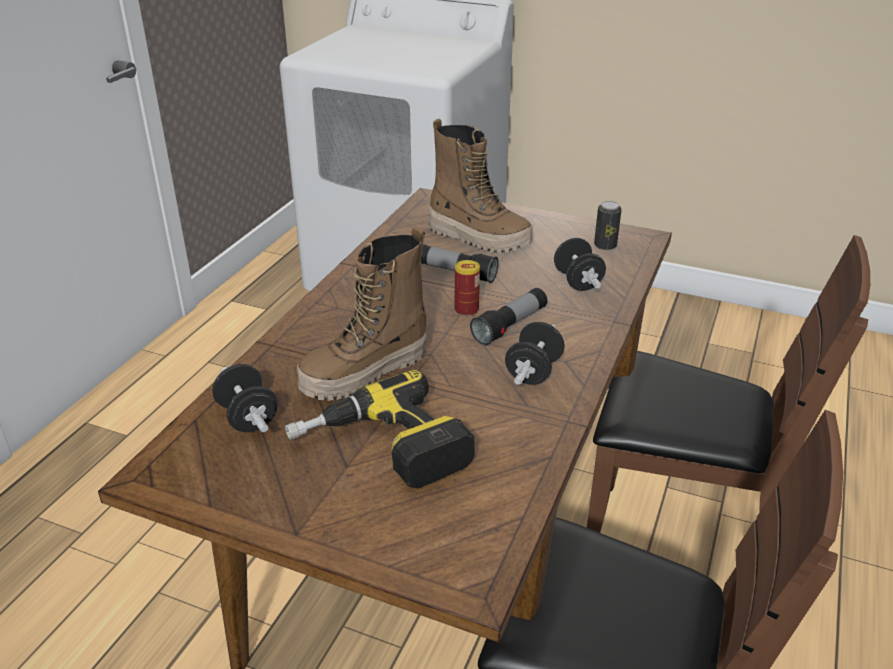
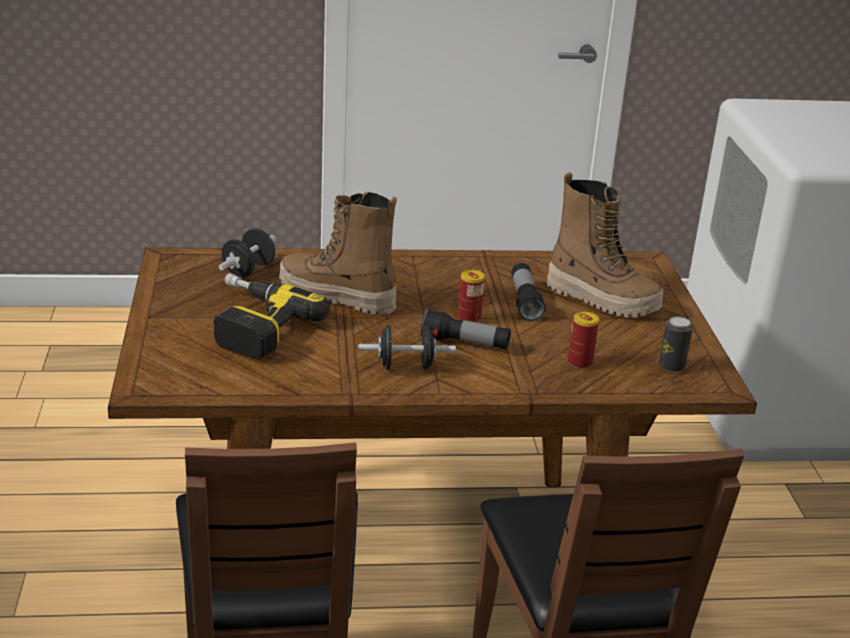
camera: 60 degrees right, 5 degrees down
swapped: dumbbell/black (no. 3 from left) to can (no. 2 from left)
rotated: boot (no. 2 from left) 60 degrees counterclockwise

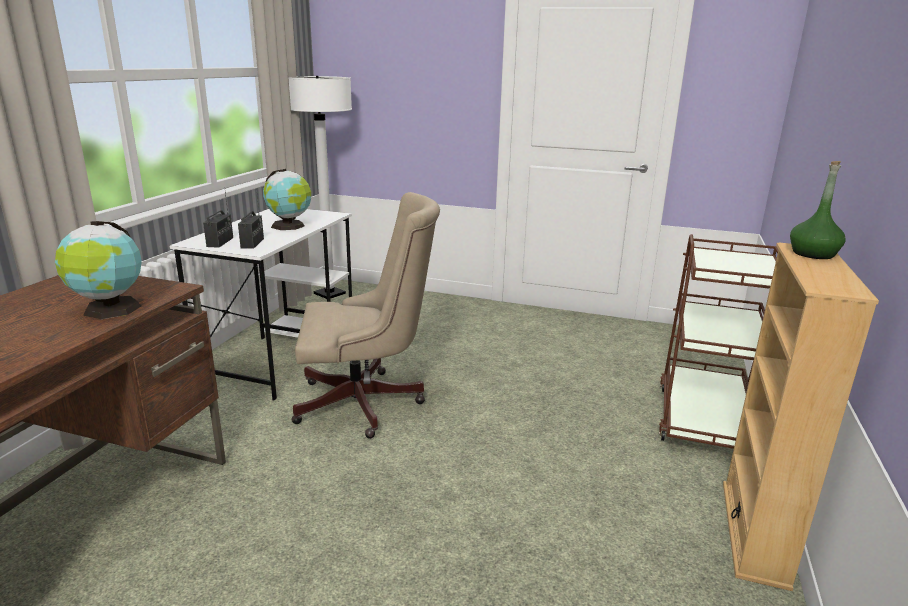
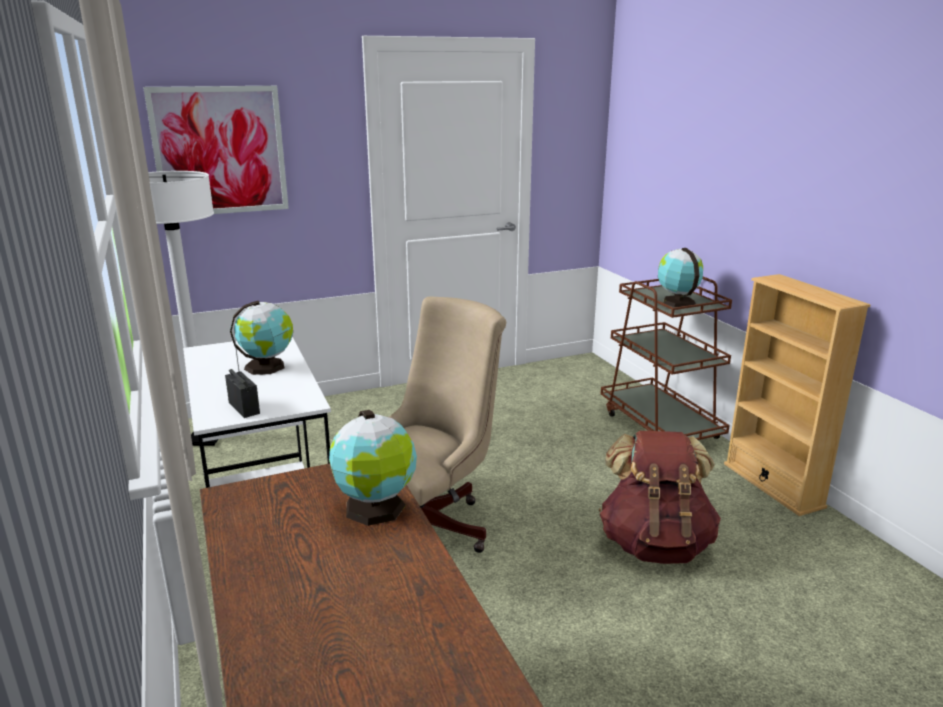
camera: 40 degrees left, 0 degrees up
gone: radio (no. 2 from left); bottle/green
new: picture; backpack/brown; globe (no. 3 from left)

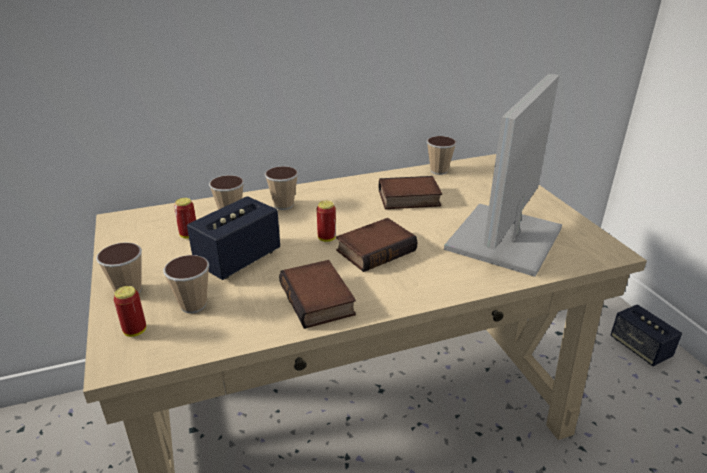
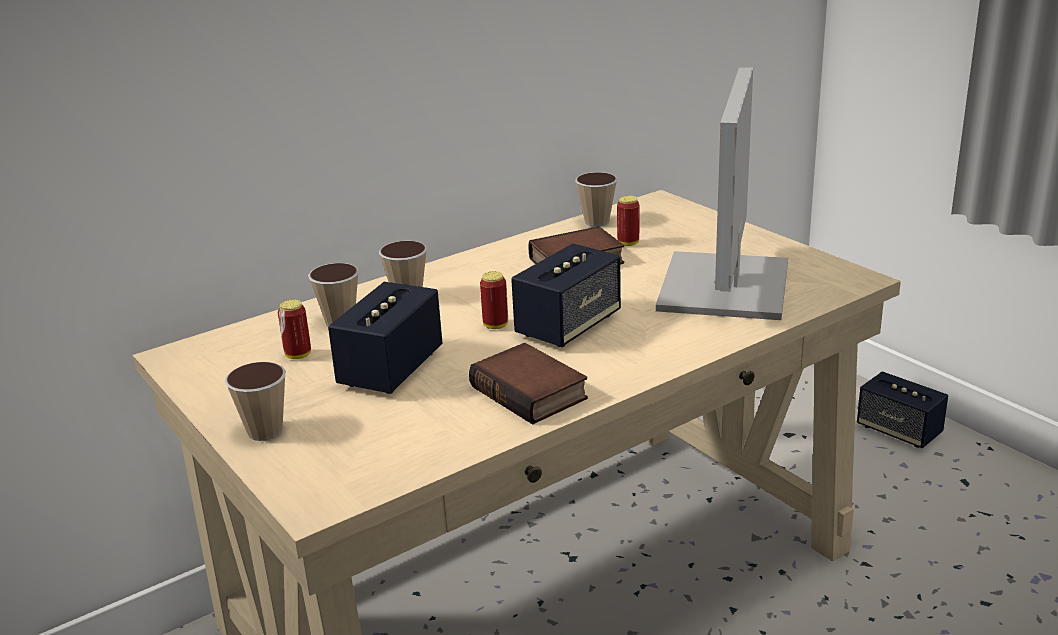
camera: 15 degrees left, 5 degrees down
gone: cup (no. 2 from left)
shifted: can (no. 1 from left in the first image) to can (no. 3 from left)
swapped: book (no. 2 from left) to speaker (no. 2 from left)

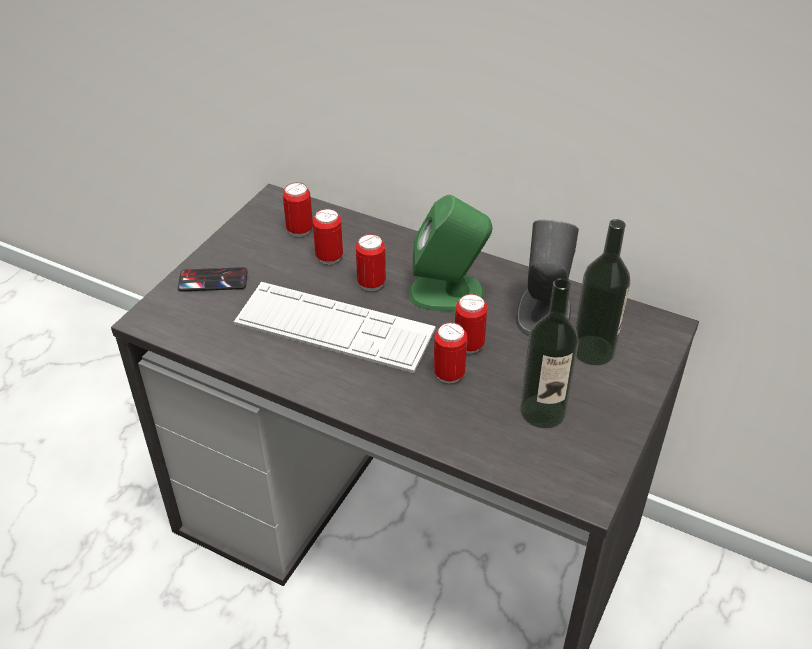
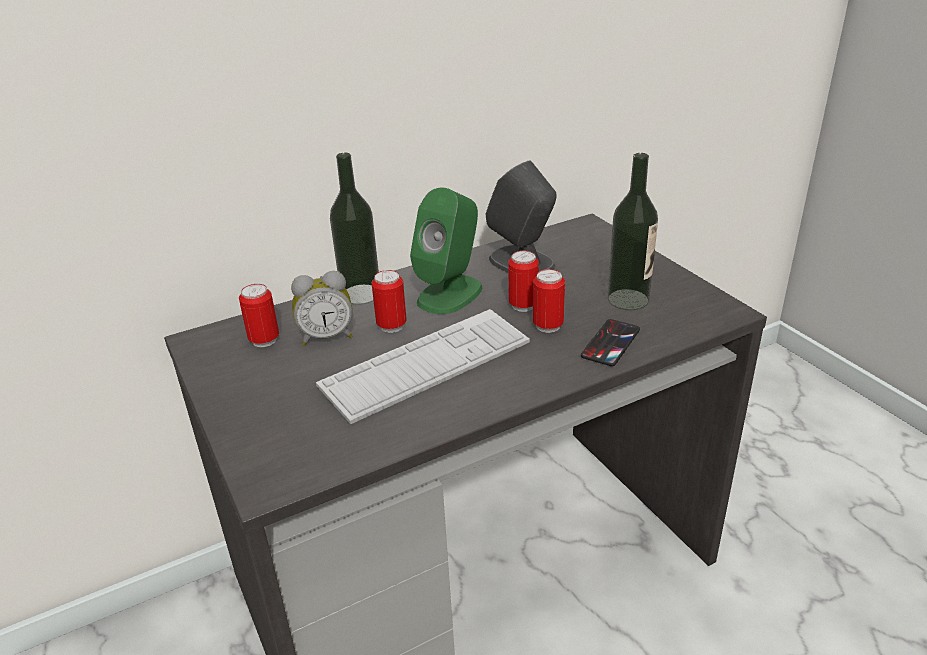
camera: 55 degrees left, 10 degrees down
shifted: bottle (no. 2 from left in the first image) to bottle (no. 1 from left); phone
swapped: can (no. 2 from left) to alarm clock

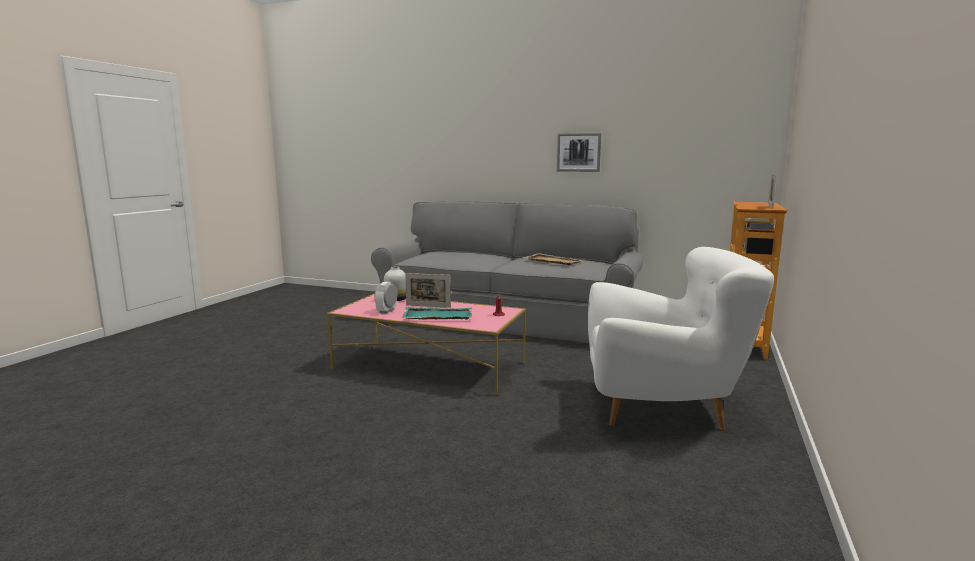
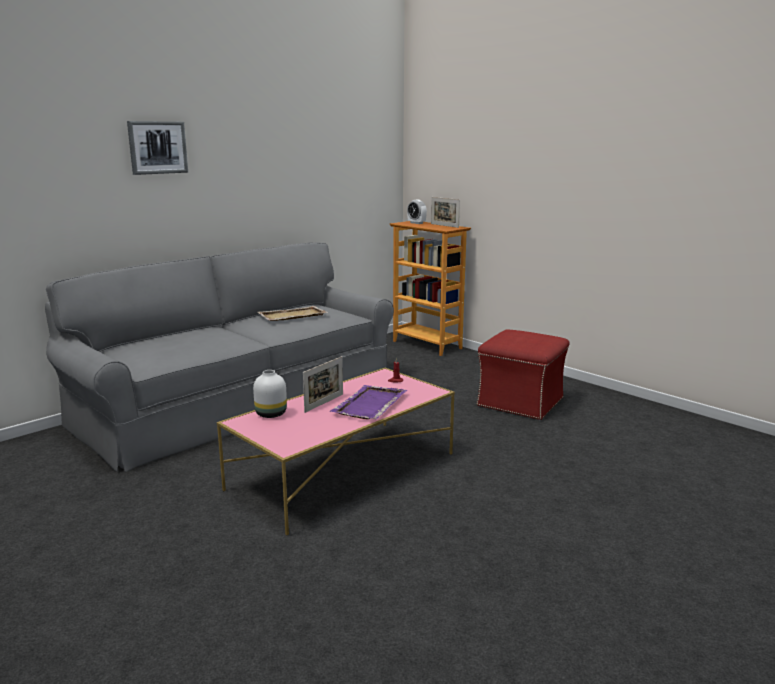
camera: 65 degrees left, 5 degrees up
shifted: picture; alarm clock
swapped: armchair/white to ottoman/red
repainted: tray/turquoise to tray/purple

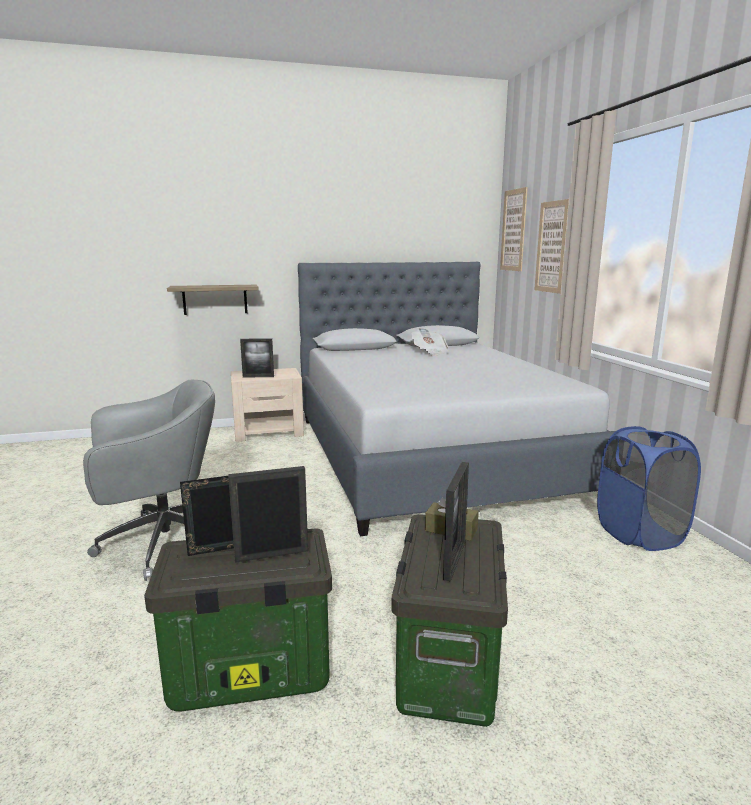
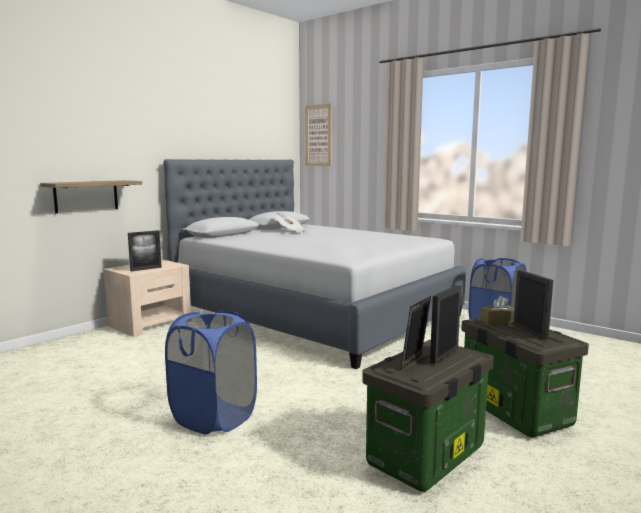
camera: 35 degrees left, 5 degrees down
gone: picture (no. 2 from left)
swapped: office chair/grey to laundry basket/blue (no. 1 from left)

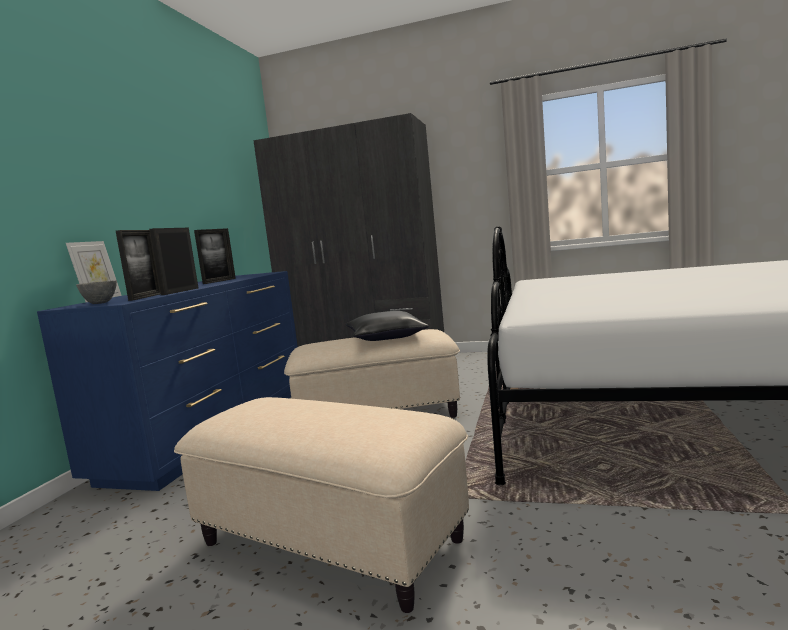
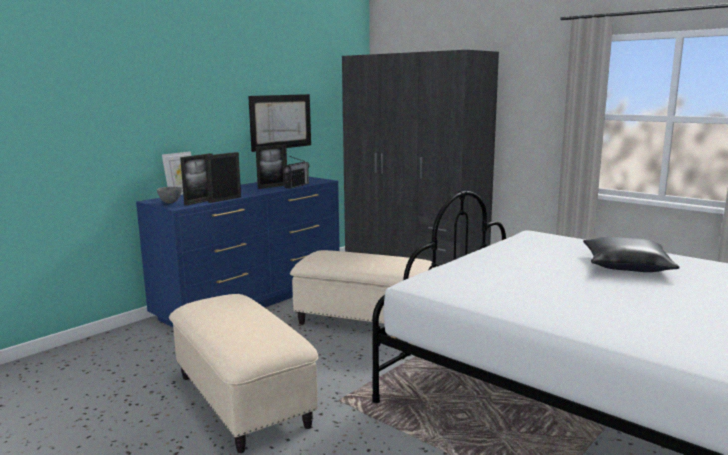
camera: 25 degrees right, 5 degrees up
new: picture; radio
shifted: pillow/black

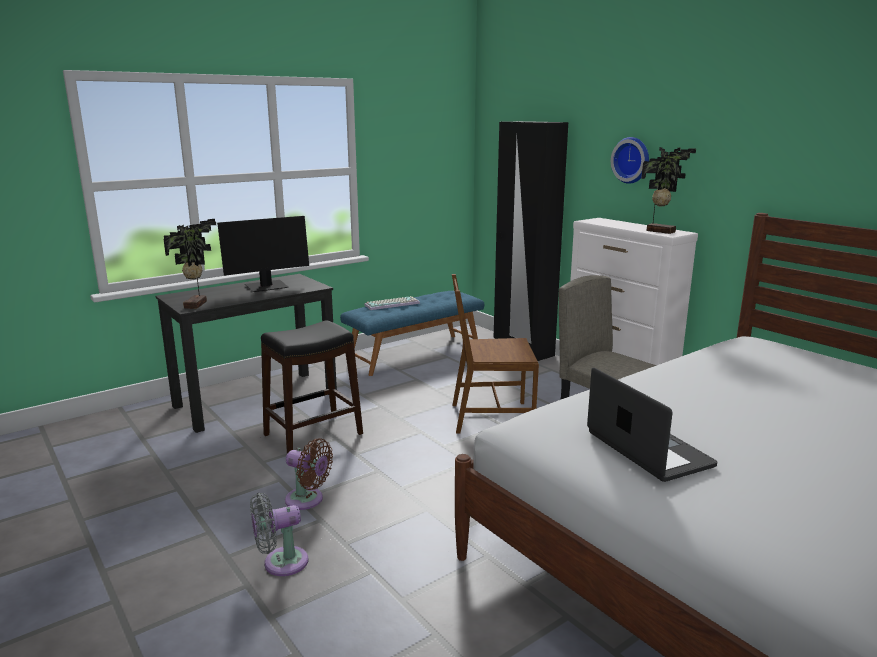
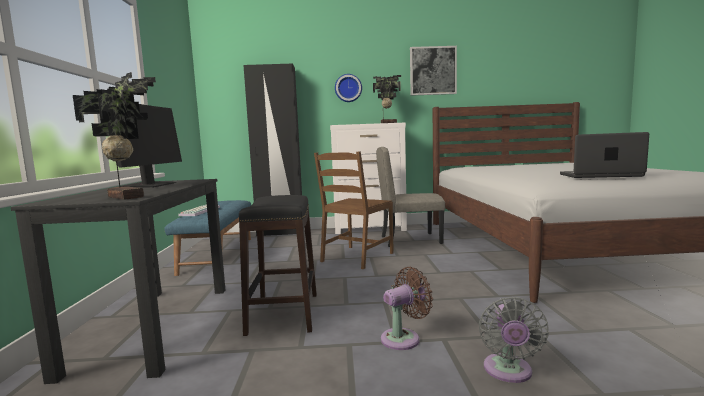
camera: 55 degrees left, 10 degrees down
new: picture

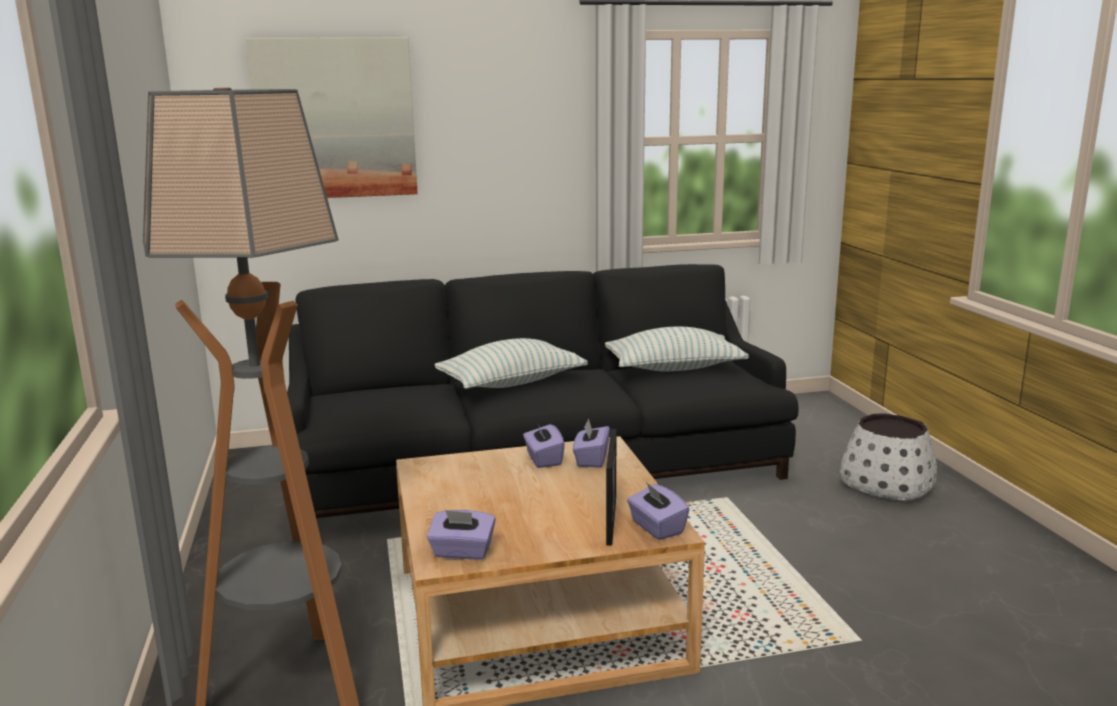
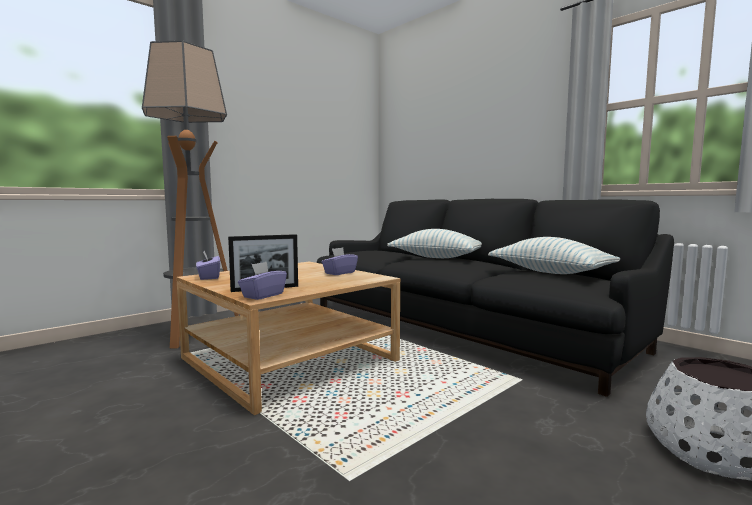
camera: 60 degrees right, 10 degrees down
gone: picture; tissue box/purple (no. 3 from left)

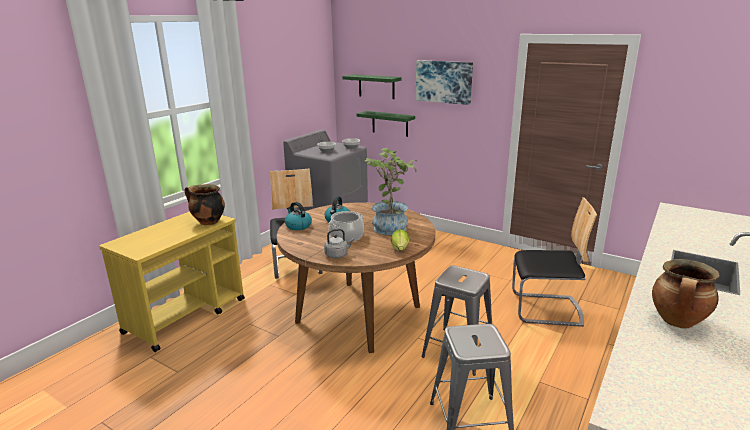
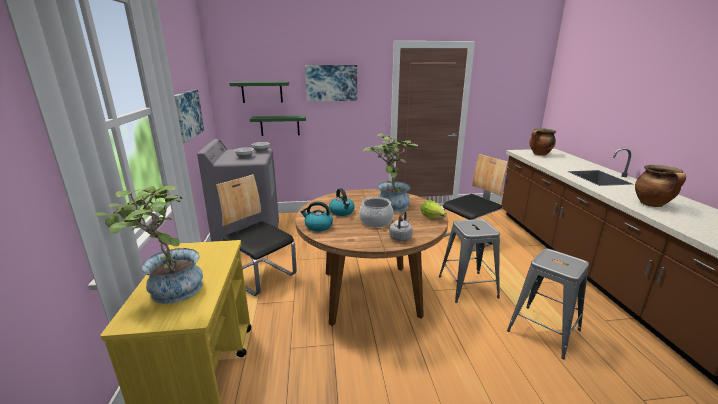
camera: 40 degrees left, 0 degrees up
new: potted plant (no. 1 from left); picture (no. 1 from left)
shifted: cooking pot (no. 1 from left in the first image) to cooking pot (no. 2 from left)

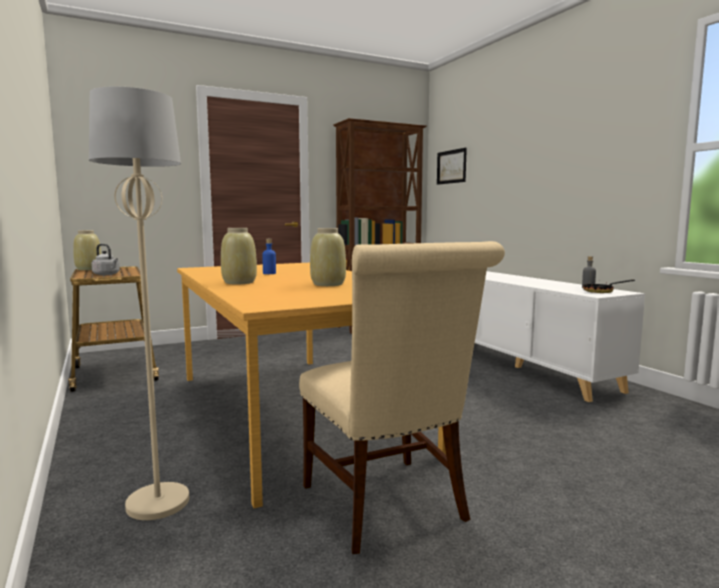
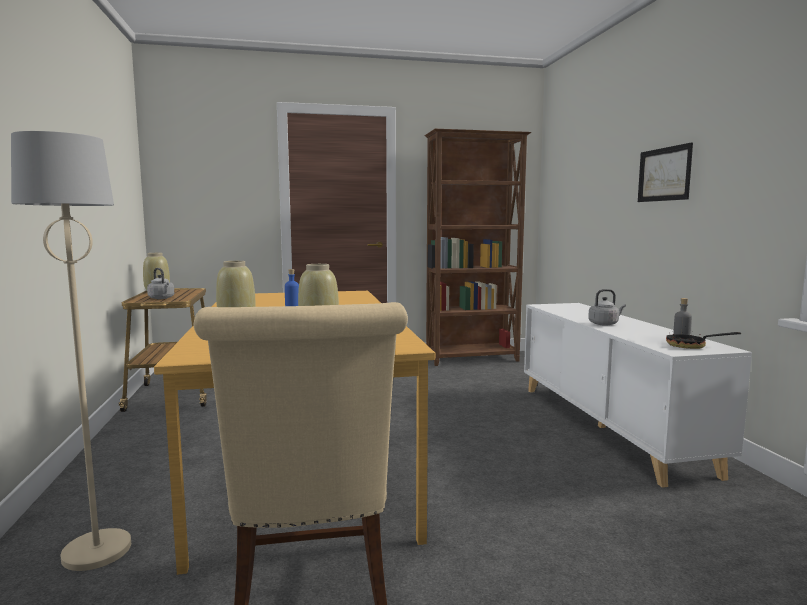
camera: 15 degrees right, 0 degrees up
new: kettle/grey (no. 2 from left)
shifted: picture

